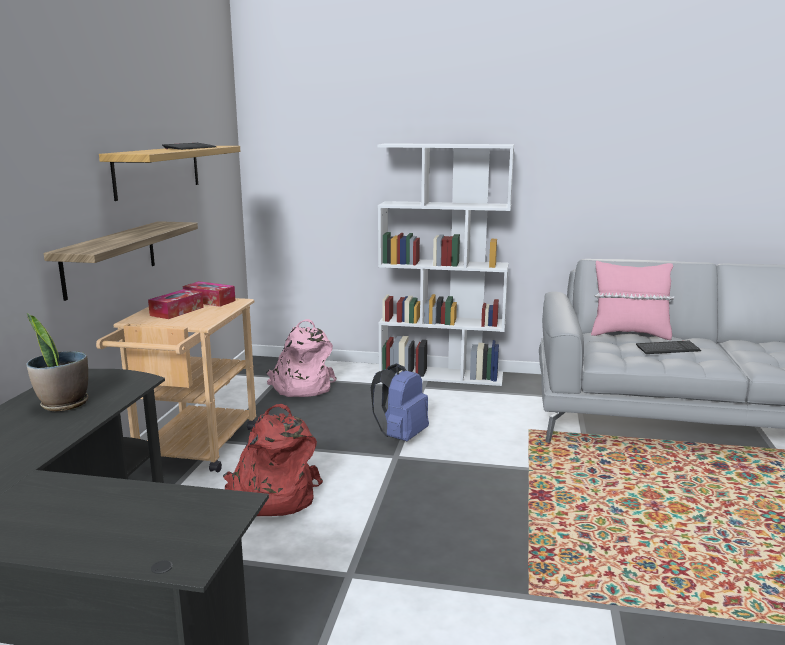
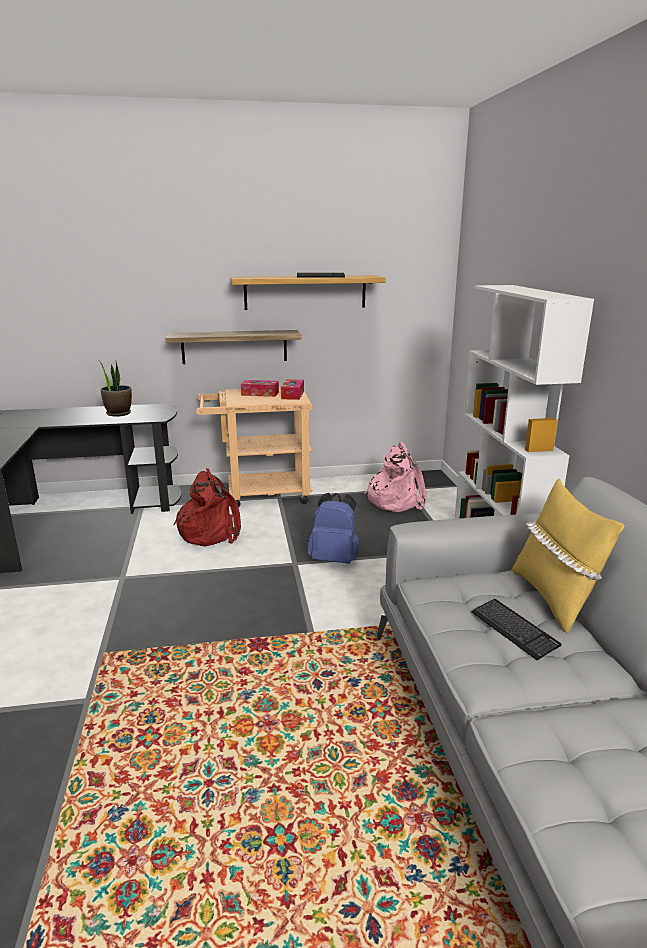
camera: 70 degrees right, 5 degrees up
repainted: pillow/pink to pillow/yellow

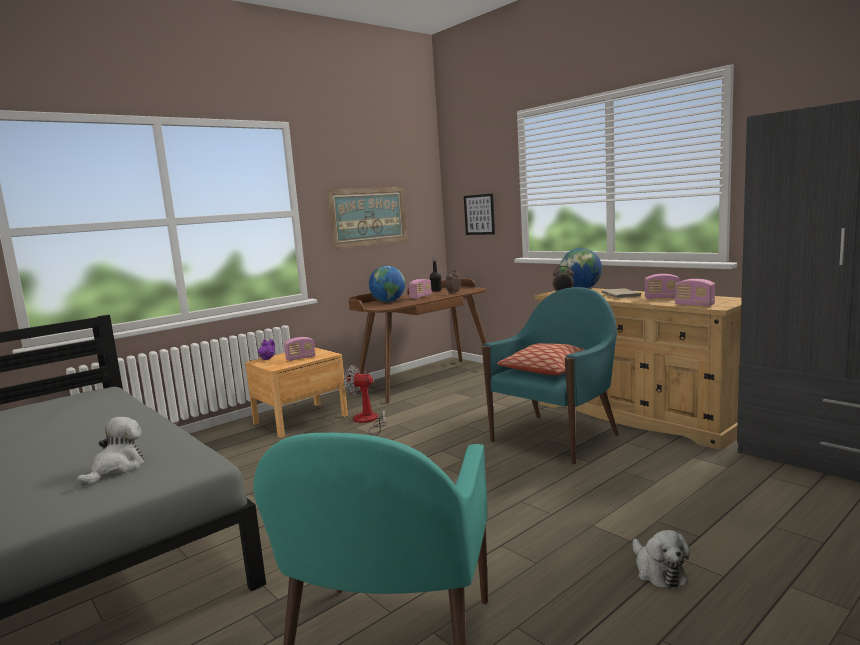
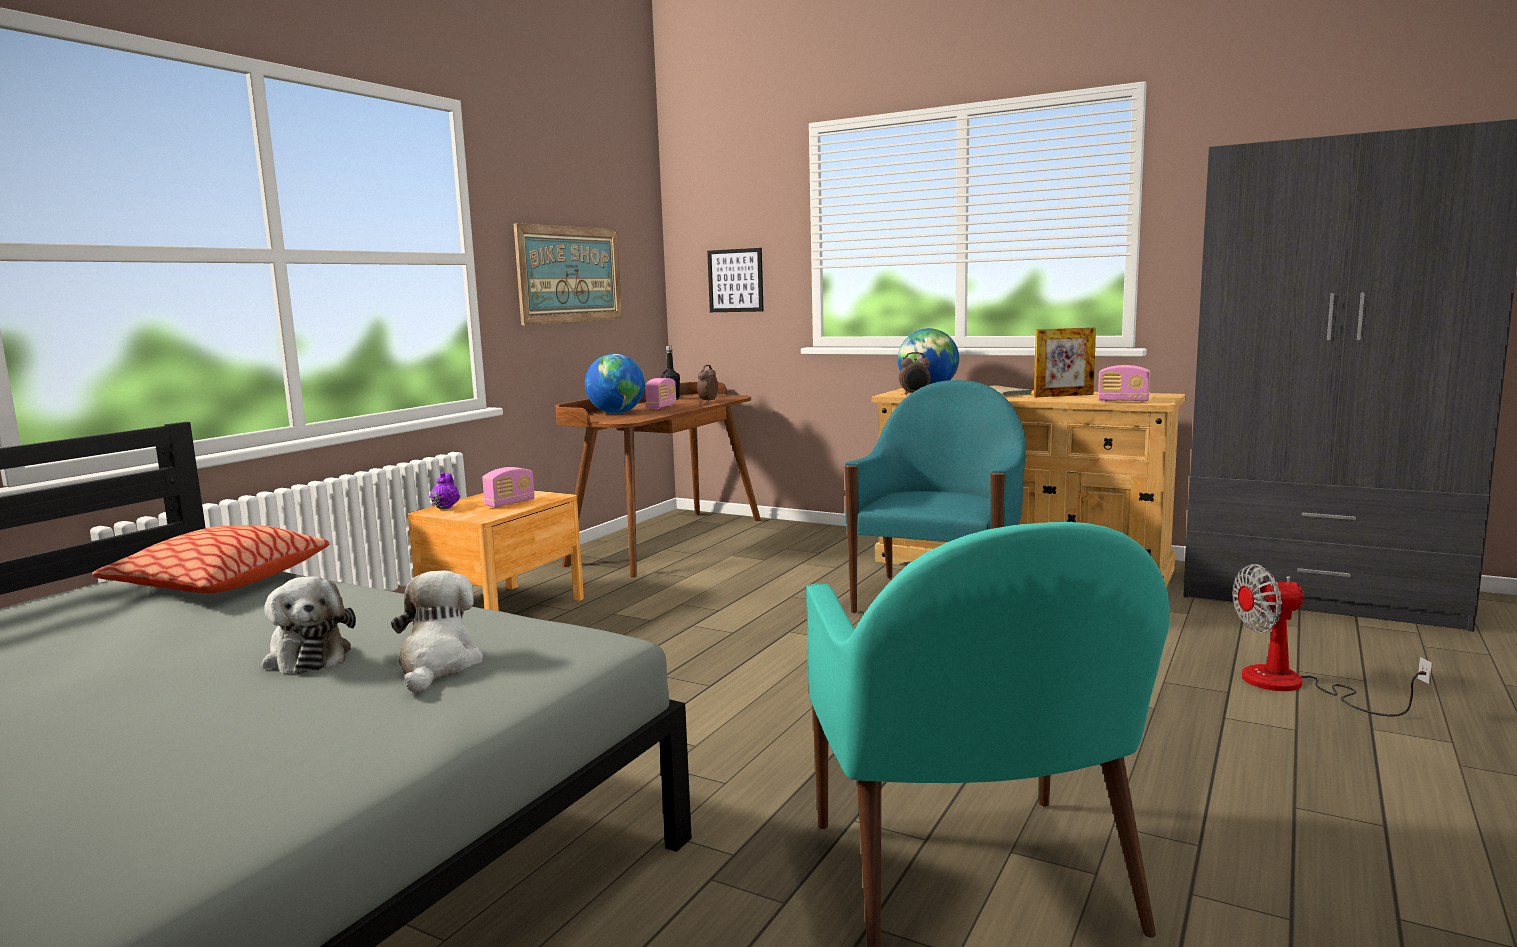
camera: 20 degrees left, 0 degrees up
shifted: pillow; plush toy (no. 2 from left in the first image) to plush toy (no. 1 from left); fan
swapped: radio (no. 3 from left) to picture frame

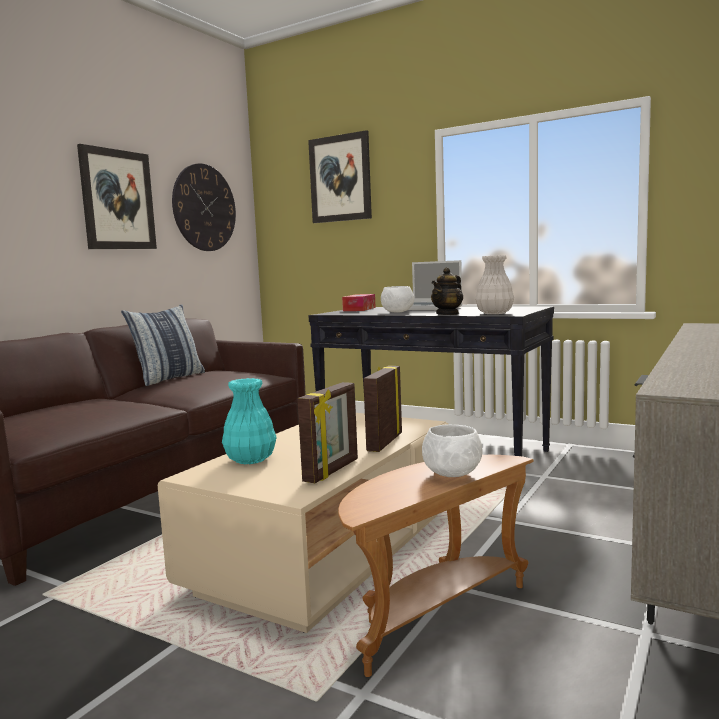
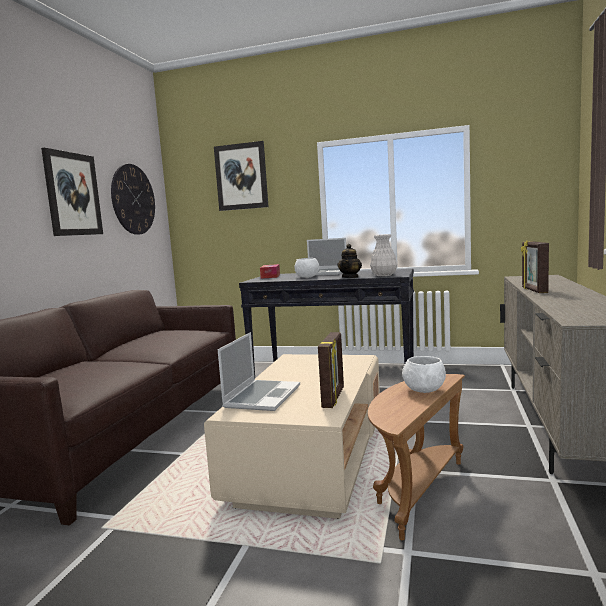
camera: 15 degrees left, 0 degrees up
gone: pillow
shifted: picture frame (no. 2 from left)
swapped: vase/turquoise to laptop (no. 1 from left)

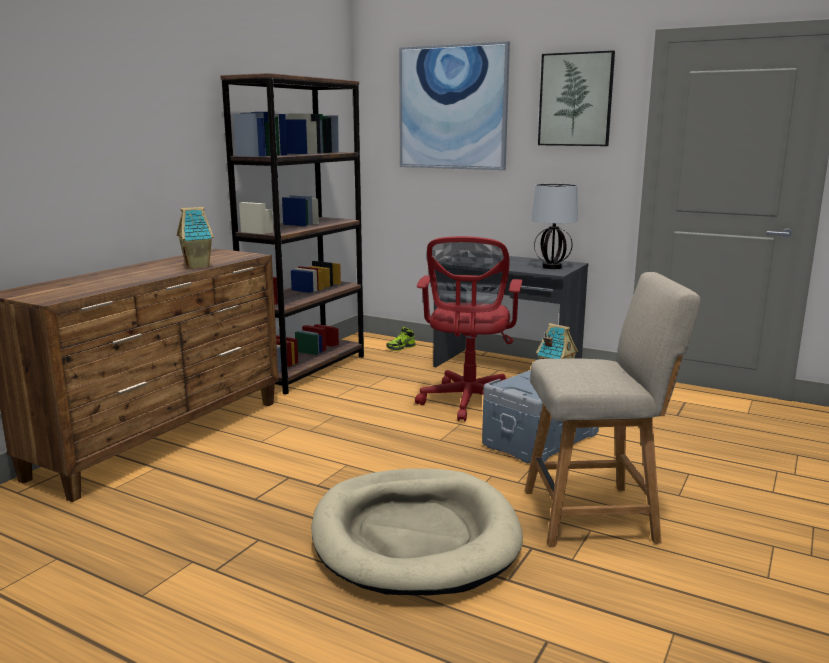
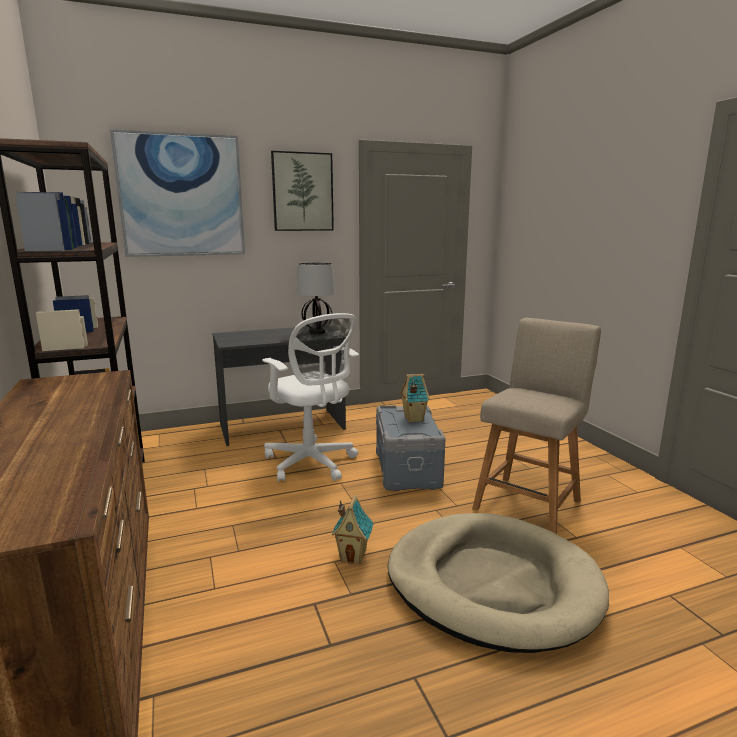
camera: 50 degrees left, 0 degrees up
gone: shoe
shifted: toy house (no. 1 from left)
repainted: office chair/red to office chair/white

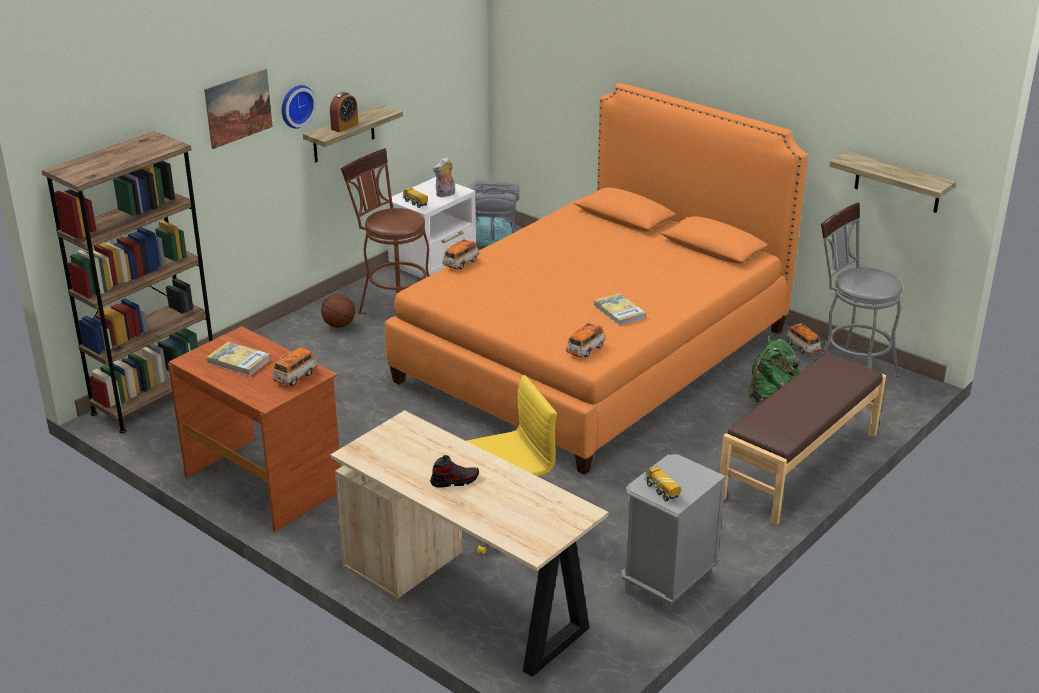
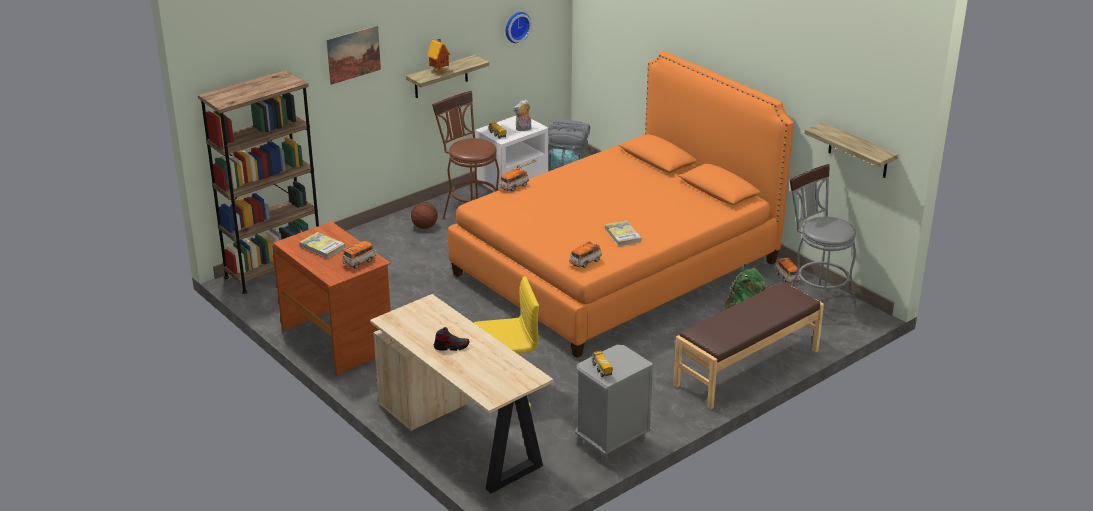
camera: 10 degrees right, 0 degrees up
shifted: wall clock
swapped: alarm clock to toy house

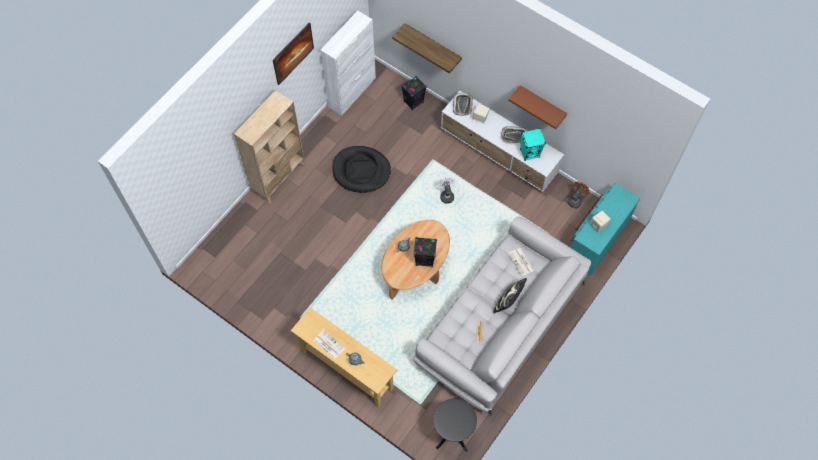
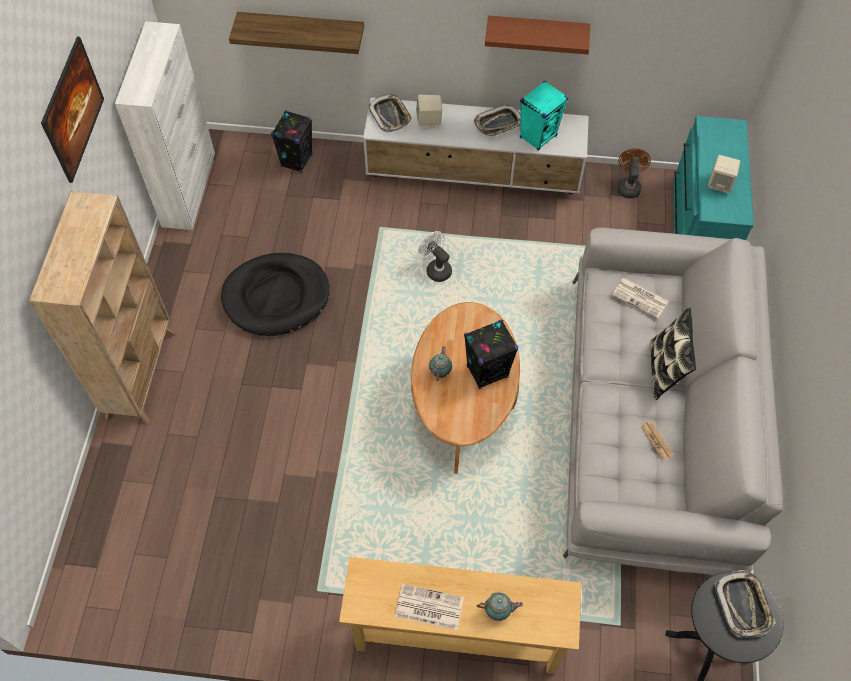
camera: 30 degrees left, 5 degrees down
new: tray (no. 3 from left)

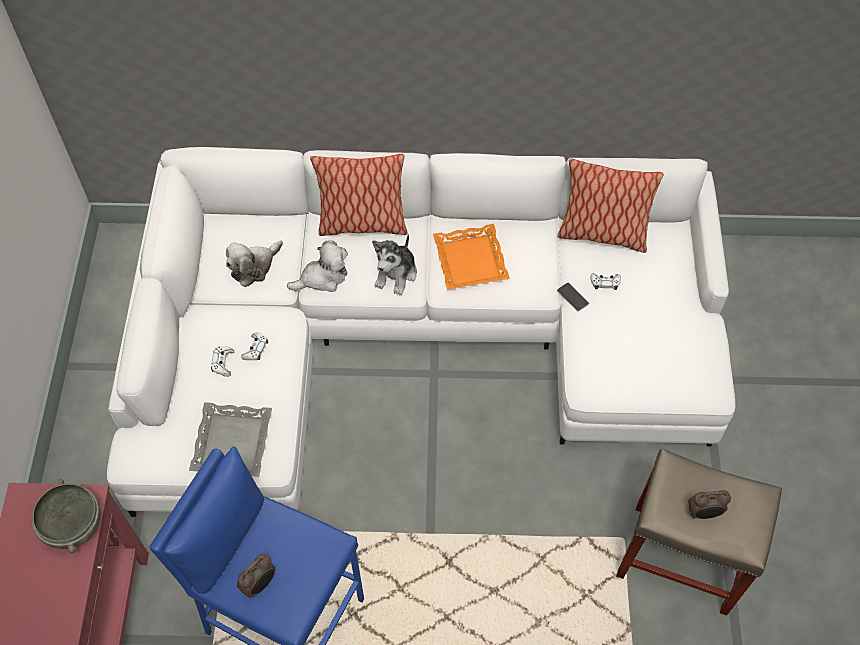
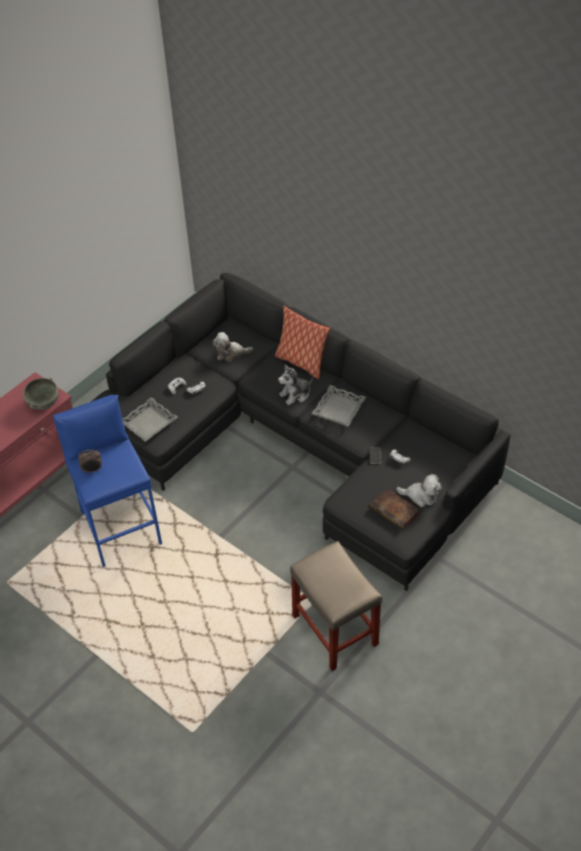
camera: 40 degrees right, 10 degrees down
gone: pillow (no. 2 from left); alarm clock (no. 2 from left)
new: book
shifted: plush toy (no. 2 from left in the first image) to plush toy (no. 3 from left)
repainted: sofa/white to sofa/black; tray/orange to tray/grey (no. 2 from left)

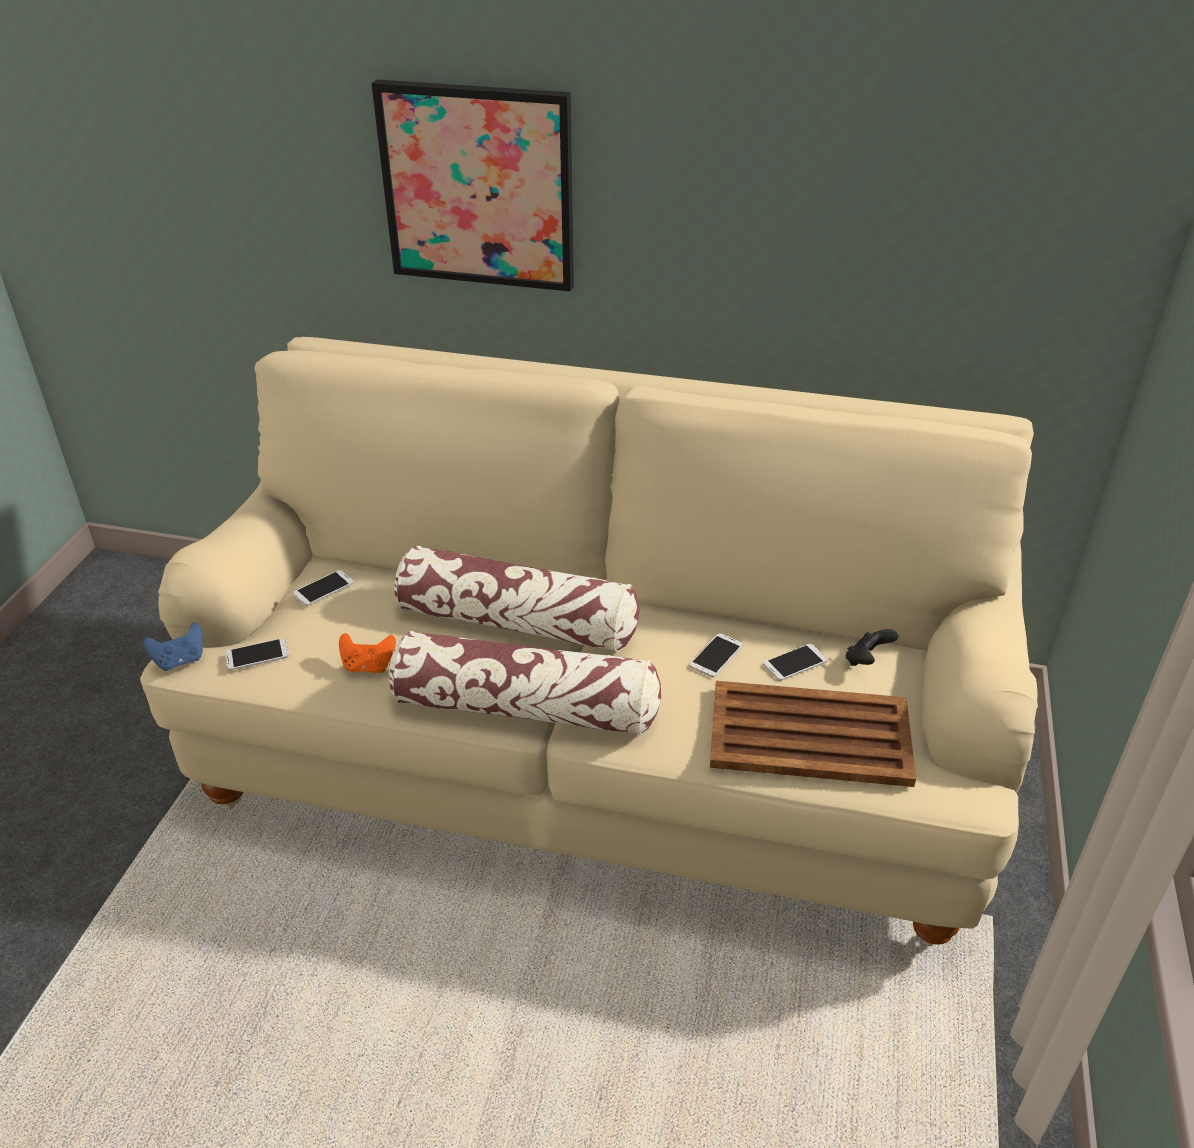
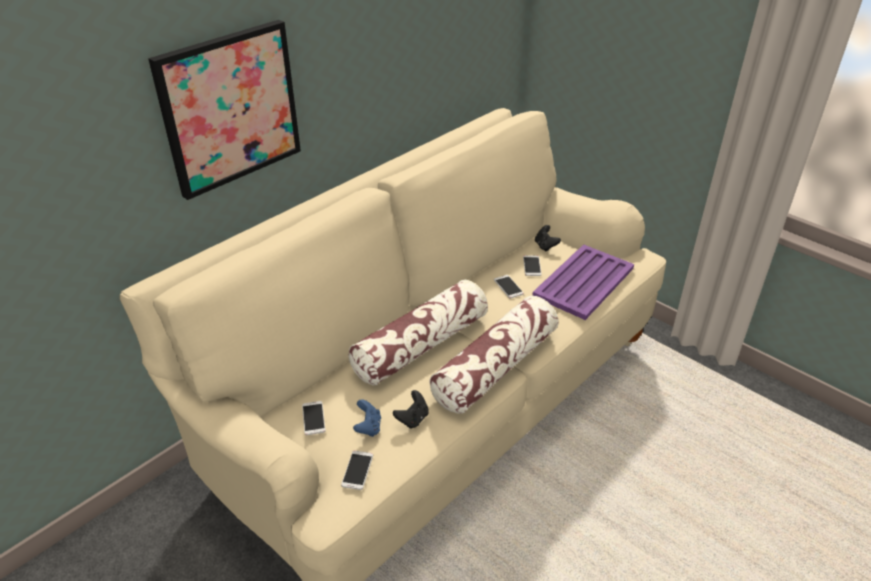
camera: 60 degrees left, 0 degrees up
shifted: game controller/blue
repainted: game controller/orange to game controller/black (no. 1 from left); tray/brown to tray/purple

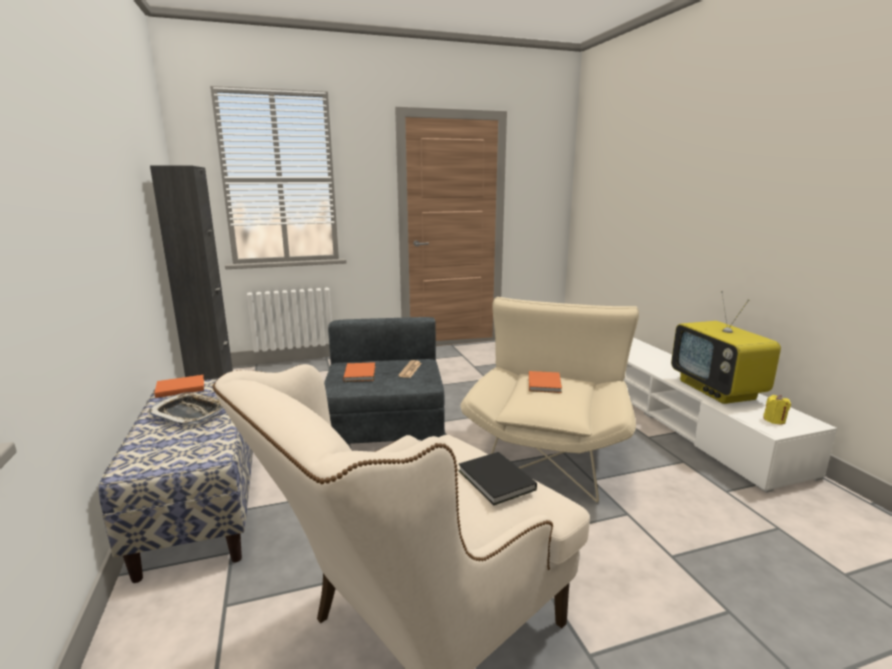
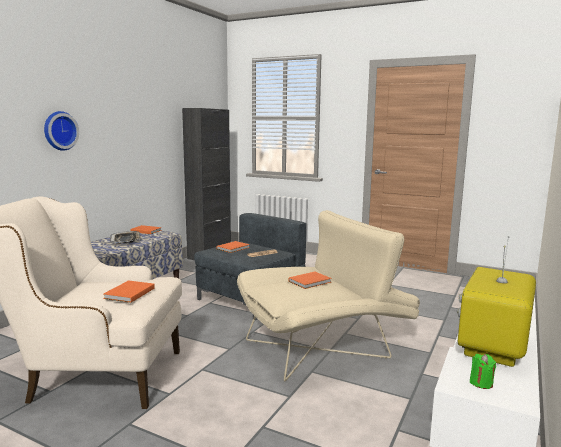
camera: 45 degrees right, 5 degrees down
new: wall clock
repainted: book/black to book/orange (no. 1 from left); candle/yellow to candle/green

